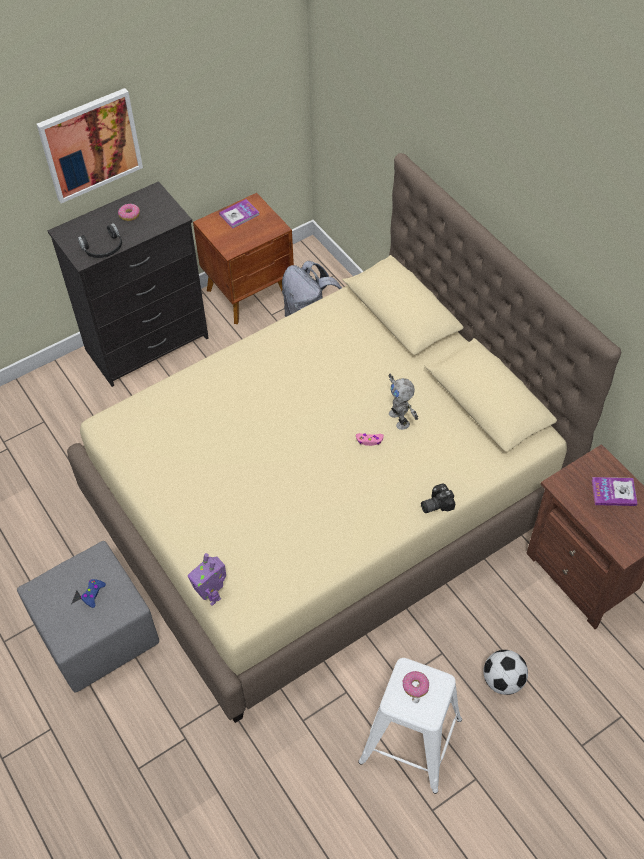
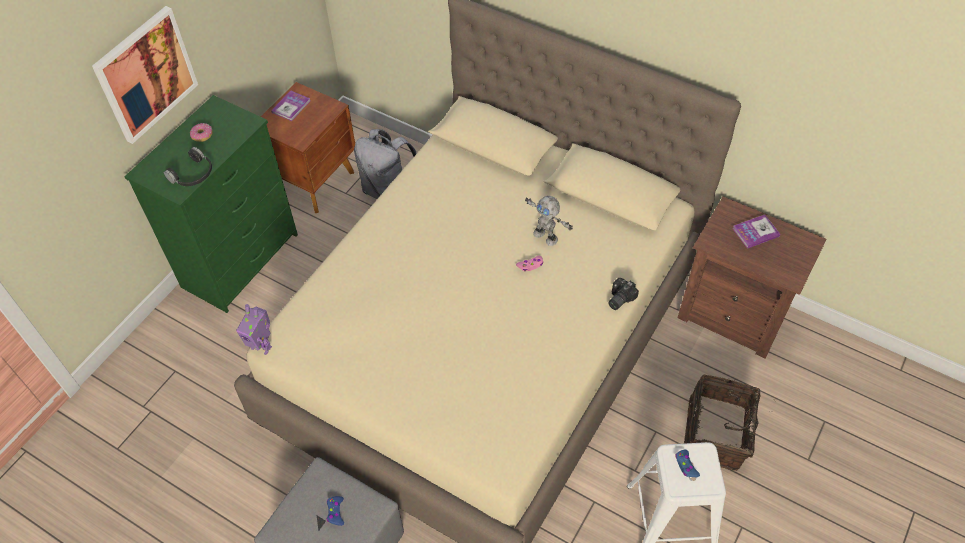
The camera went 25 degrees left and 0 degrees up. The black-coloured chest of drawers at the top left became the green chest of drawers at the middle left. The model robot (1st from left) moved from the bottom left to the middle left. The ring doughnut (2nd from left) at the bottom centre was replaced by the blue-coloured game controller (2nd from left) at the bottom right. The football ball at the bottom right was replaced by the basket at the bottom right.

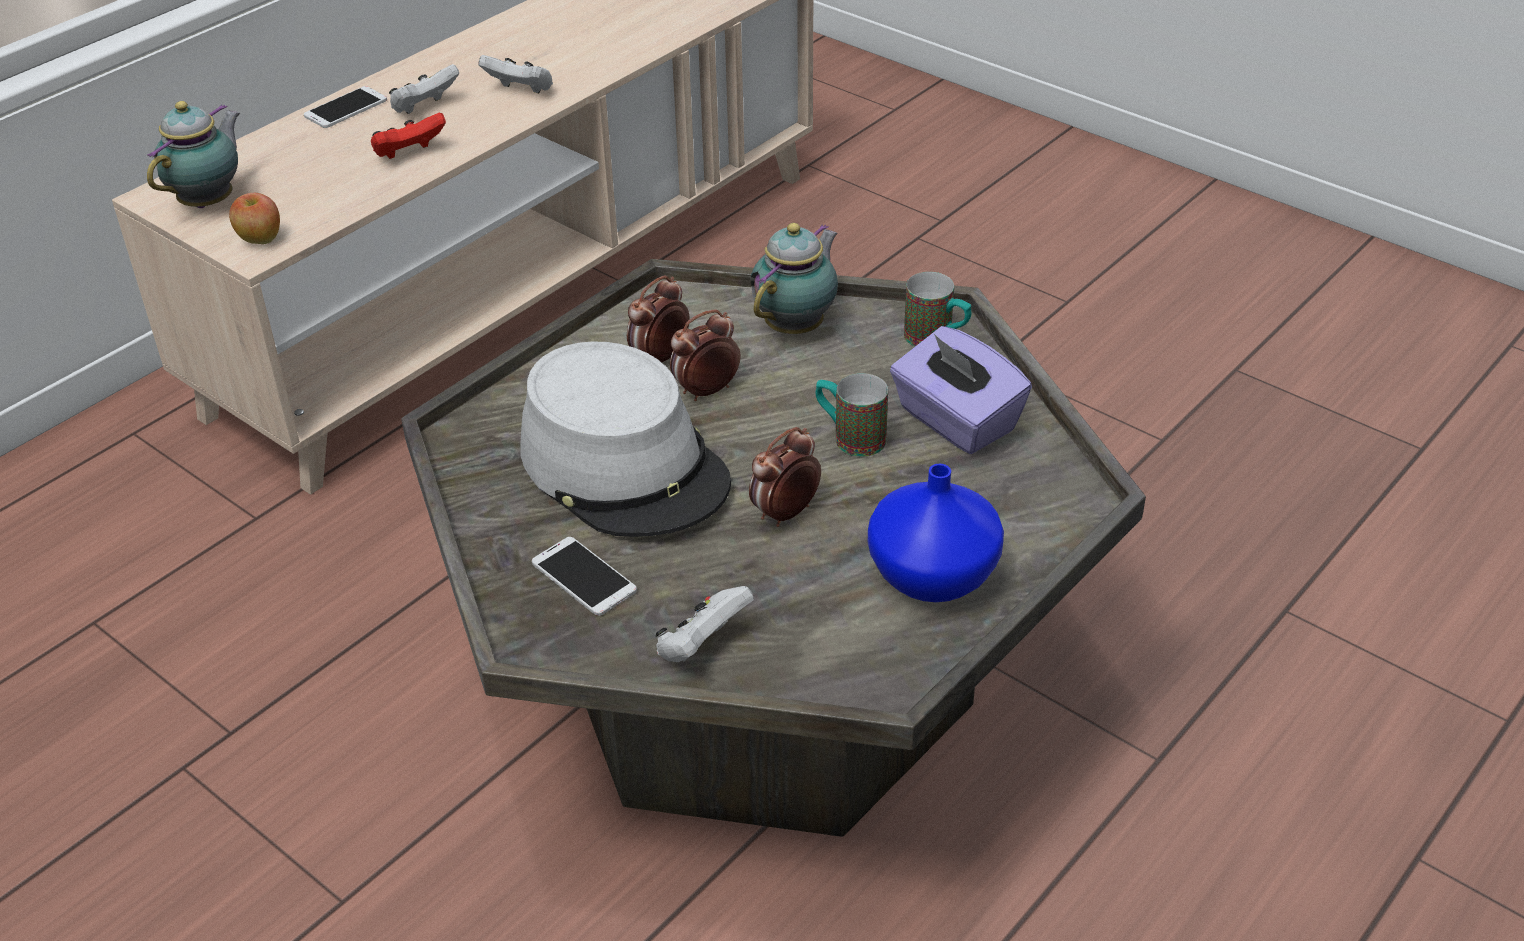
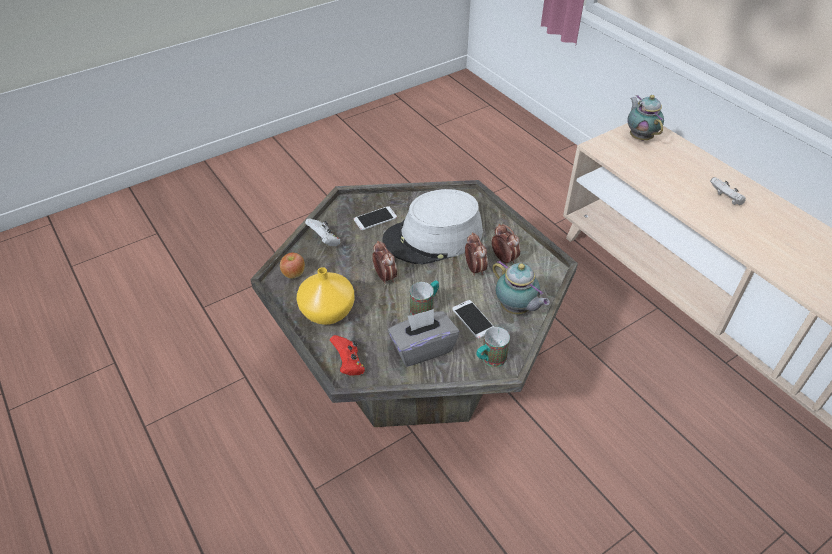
The camera went 105 degrees right and 5 degrees up. The apple fruit moved from the top left to the centre. The blue-coloured vase at the centre became the yellow vase at the centre. The red game controller moved from the top left to the centre. The purplish tissue holder at the centre became the greyish tissue holder at the centre. The telephone (1st from left in the first image) moved from the top left to the centre. The tea pot (1st from left in the first image) at the top left turned 150 degrees counterclockwise. The whitish game controller (2nd from left) at the top centre disappeared.

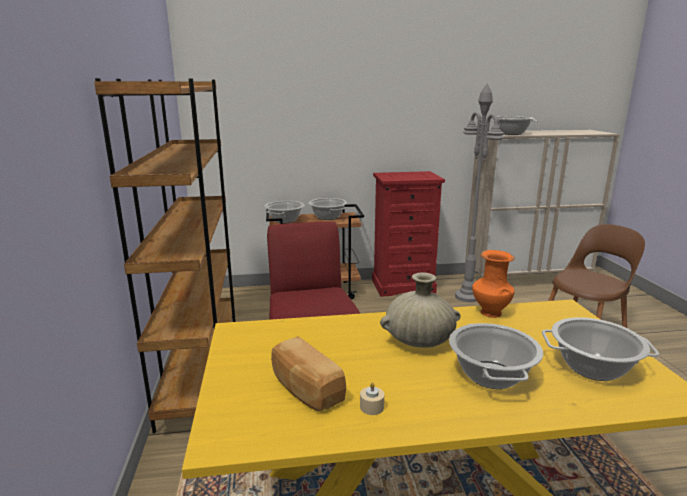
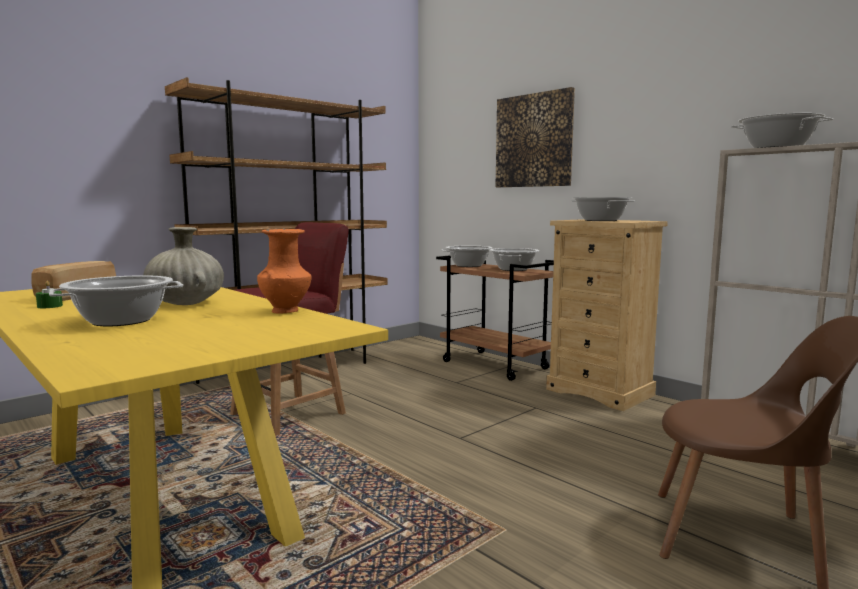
The camera went 55 degrees right and 10 degrees down. The beige-coloured candle at the bottom centre became the green candle at the middle left. The wall picture at the top centre appeared. The red chest of drawers at the centre became the beige-coloured chest of drawers at the middle right. The stockpot (5th from left in the first image) moved from the bottom right to the middle right. The greyish standing lamp at the middle right disappeared.

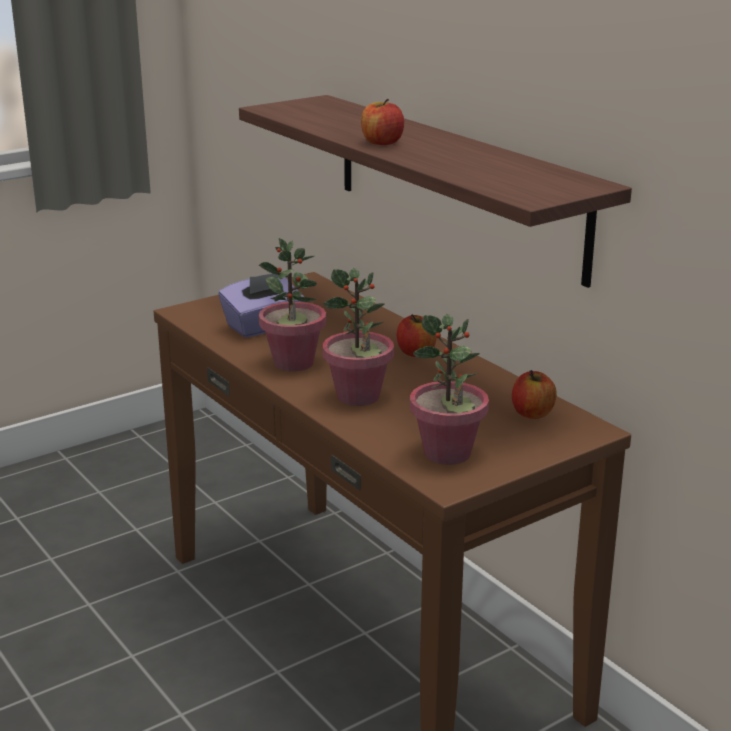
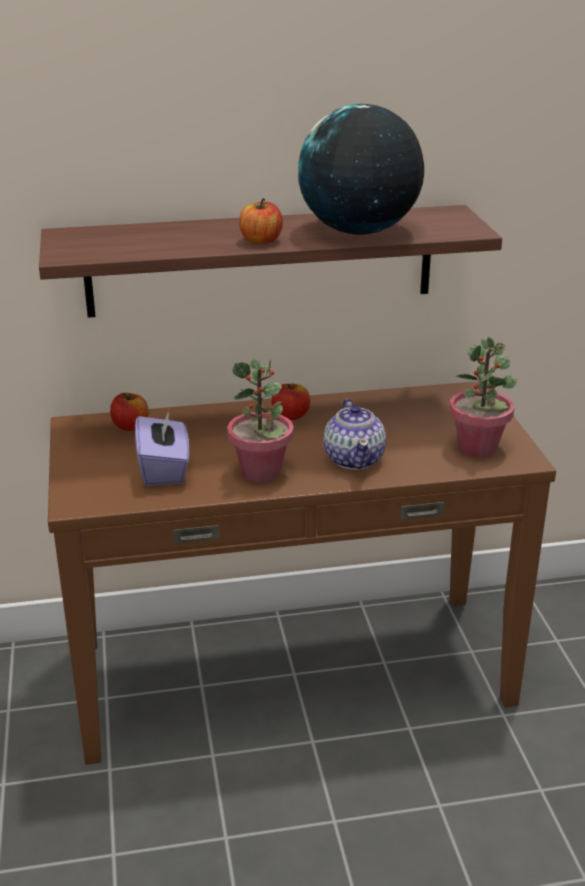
The camera went 65 degrees left and 5 degrees up. The apple fruit (3rd from left in the first image) moved from the middle right to the middle left. The desk globe at the top centre appeared. The plant in a pot (2nd from left) at the centre was replaced by the tea pot at the centre.

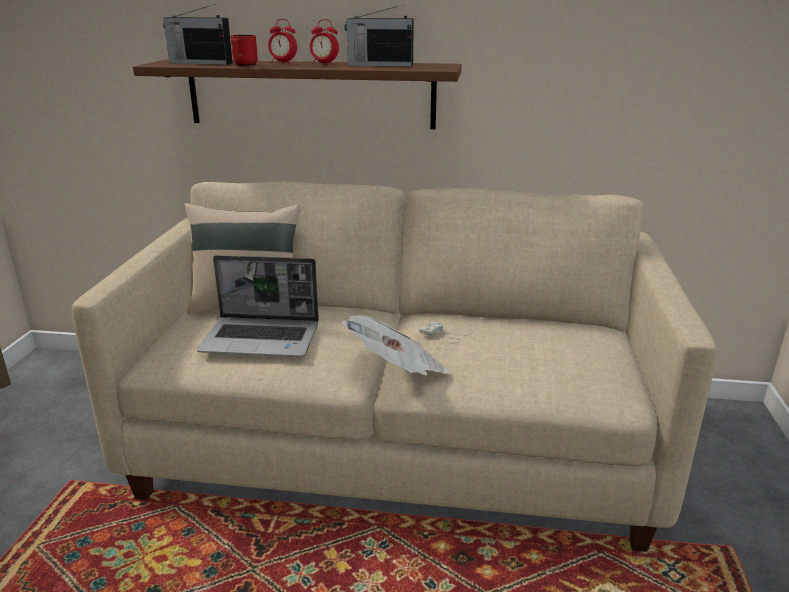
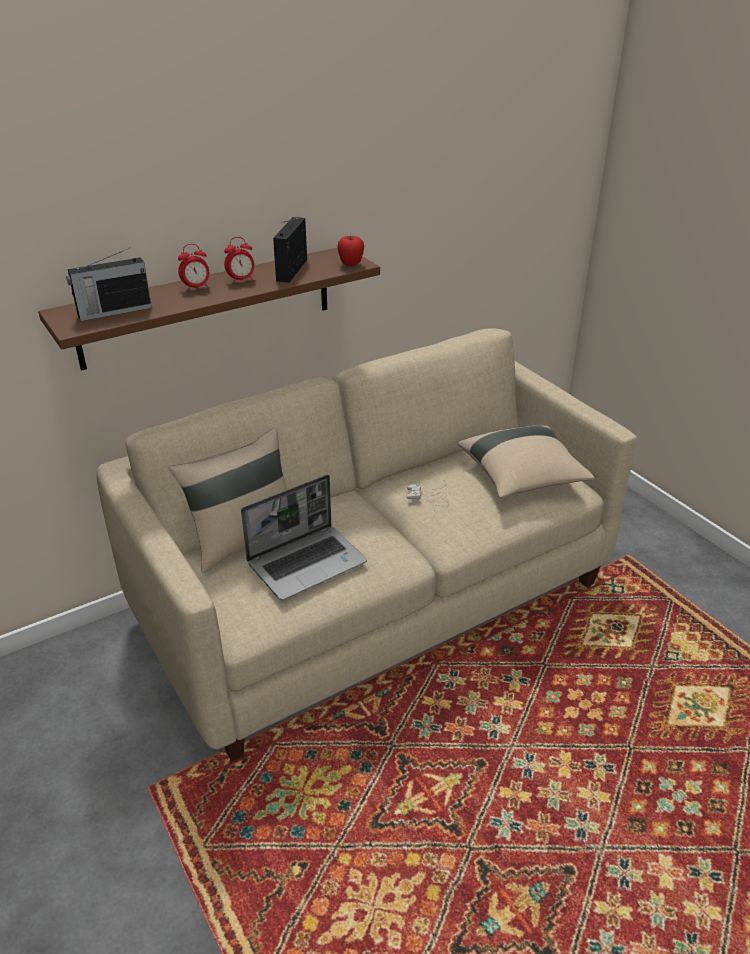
The camera went 40 degrees left and 10 degrees up. The radio receiver (2nd from left) at the top centre turned 135 degrees clockwise. The apple fruit at the top centre appeared. The beige-coloured pillow (2nd from left) at the middle right appeared. The red coffee mug at the top left disappeared. The newspaper at the centre disappeared.

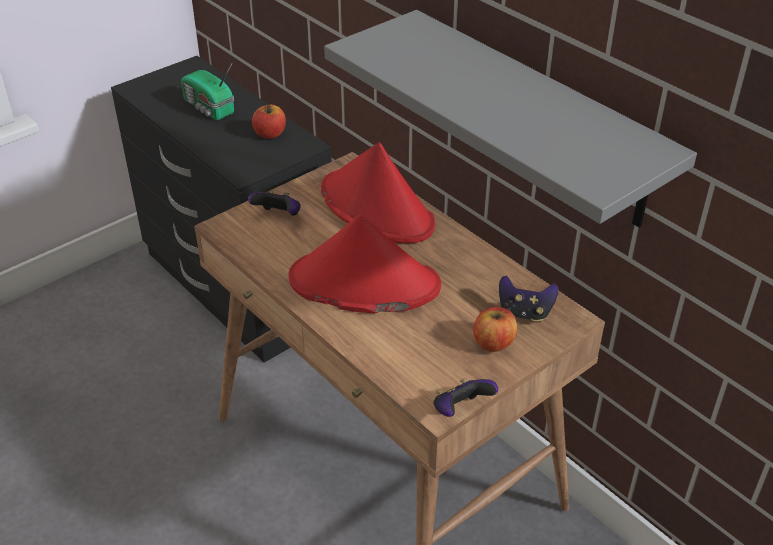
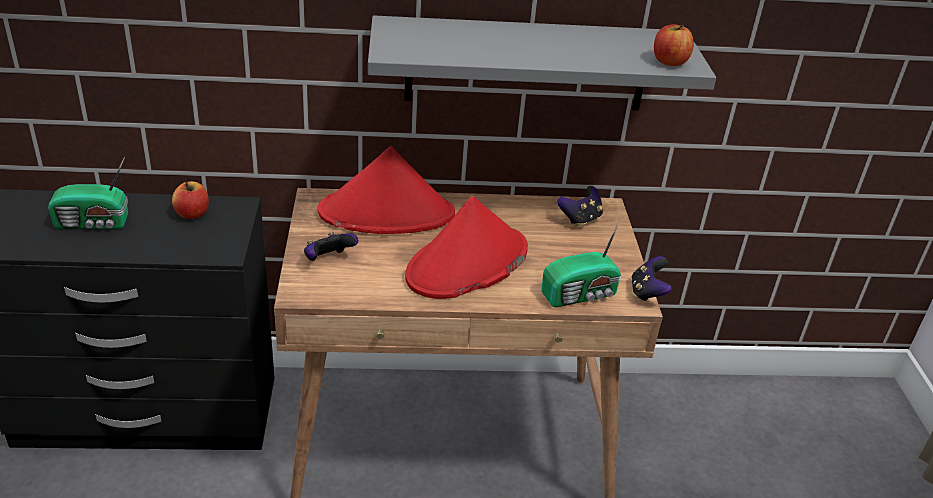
The camera went 55 degrees left and 5 degrees down. The radio receiver (2nd from left) at the centre appeared. The apple fruit (2nd from left) moved from the centre to the top right.

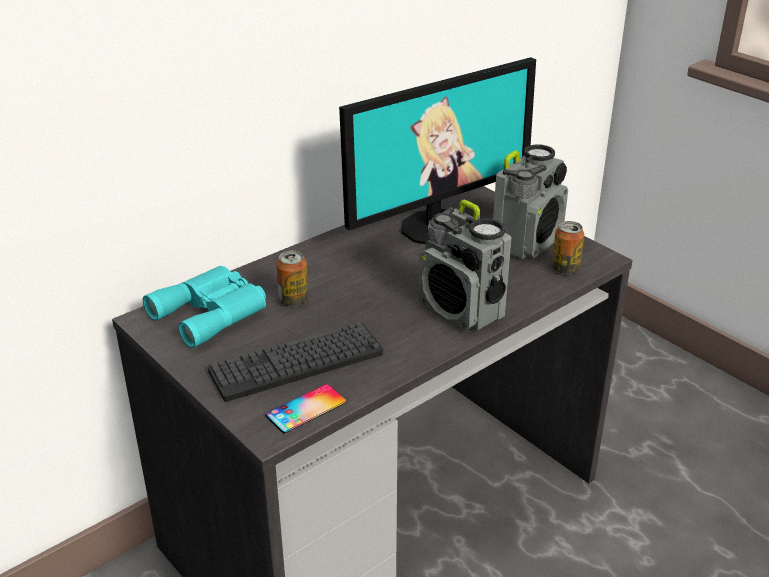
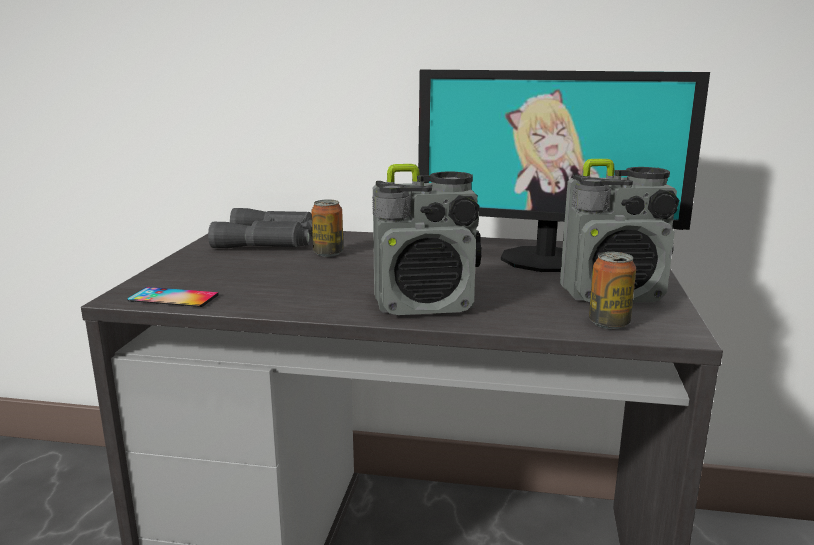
The camera went 50 degrees right and 15 degrees down. The turquoise-coloured binoculars at the middle left became the greyish binoculars at the middle left. The radio receiver (1st from left) at the centre turned 105 degrees counterclockwise. The PC keyboard at the centre disappeared.

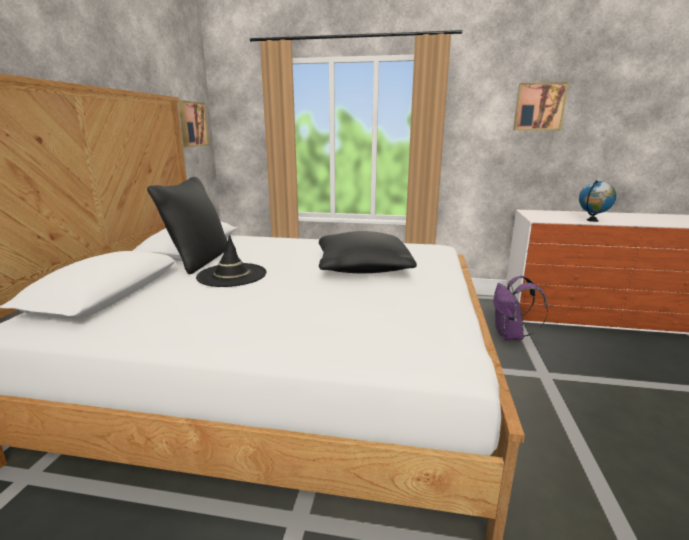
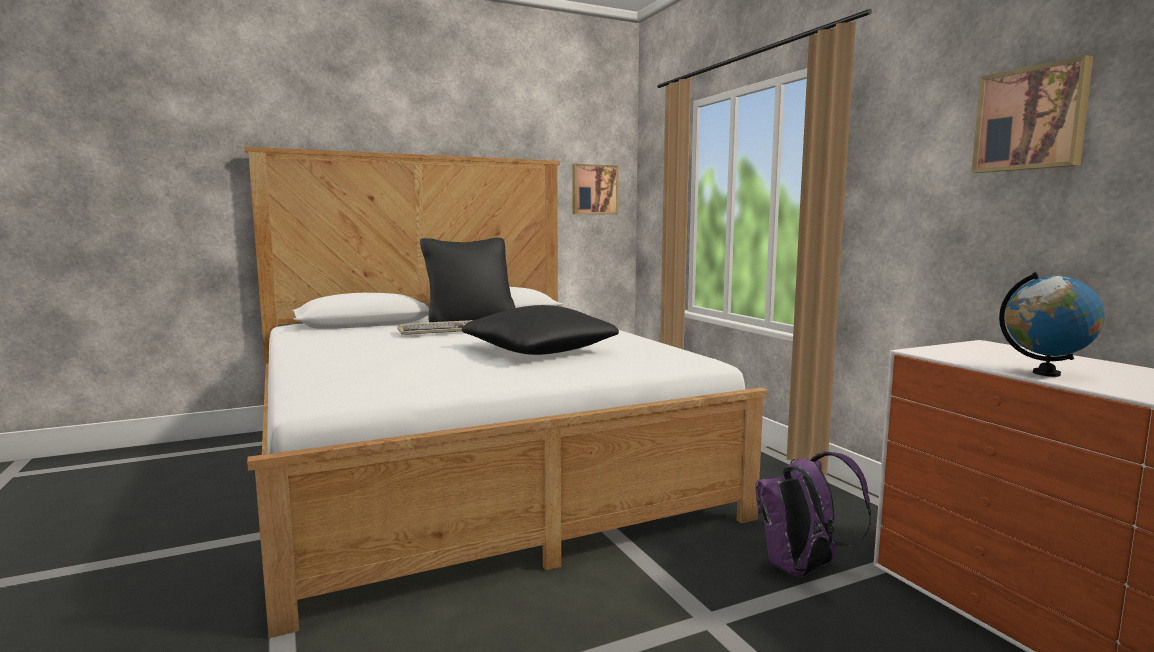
The camera went 55 degrees right and 10 degrees down. The black-coloured clothing hat at the centre was replaced by the PC keyboard at the centre.

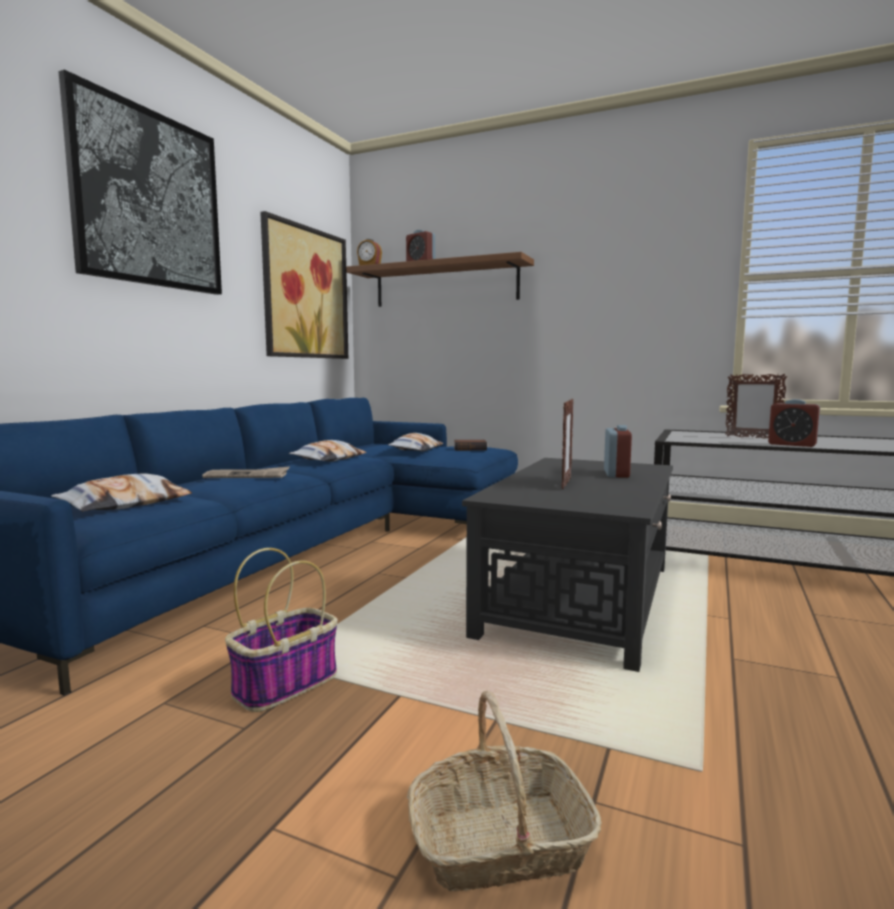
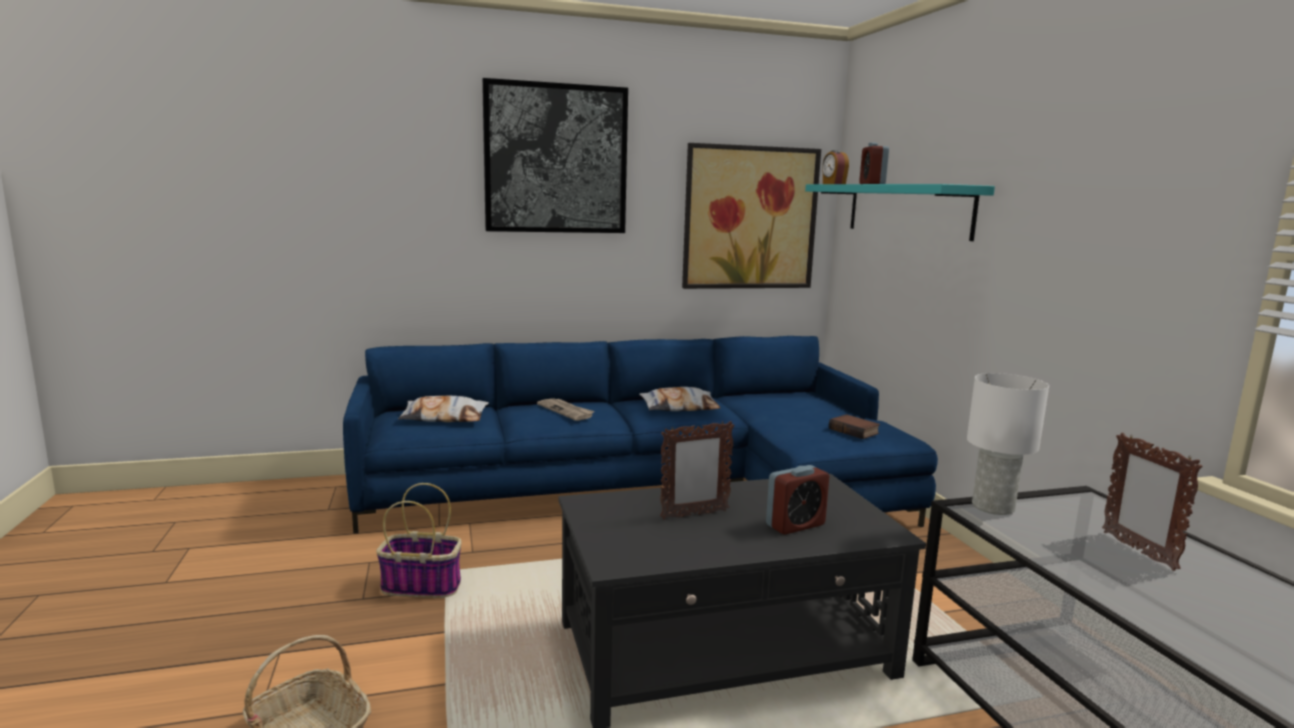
The camera went 50 degrees right and 5 degrees up. The brown-coloured shelf at the top centre became the turquoise-coloured shelf at the top right. The whitish tabletop lamp at the middle right appeared. The pillow (3rd from left) at the centre disappeared. The alarm clock (4th from left) at the middle right disappeared.

